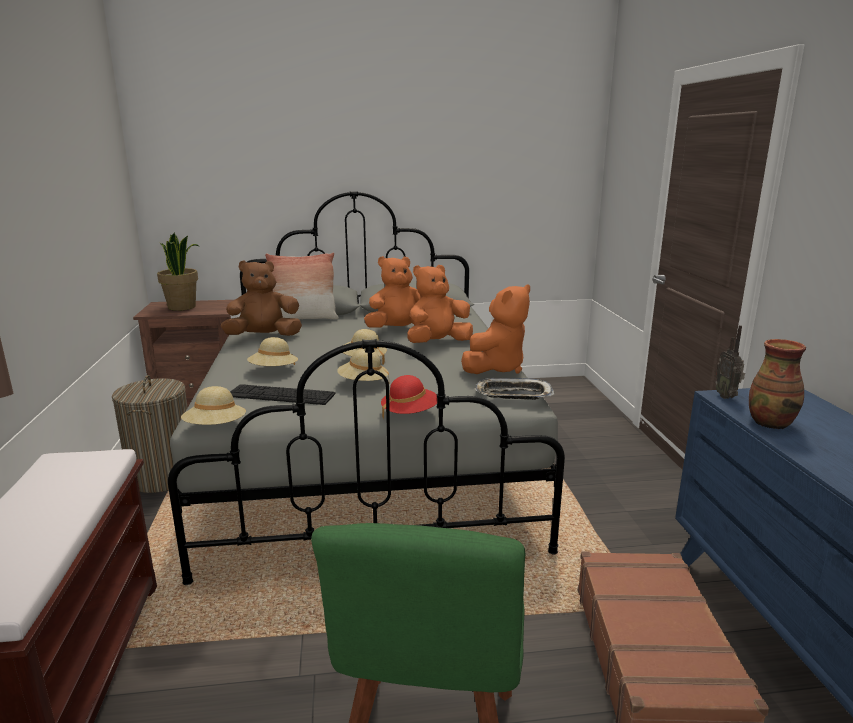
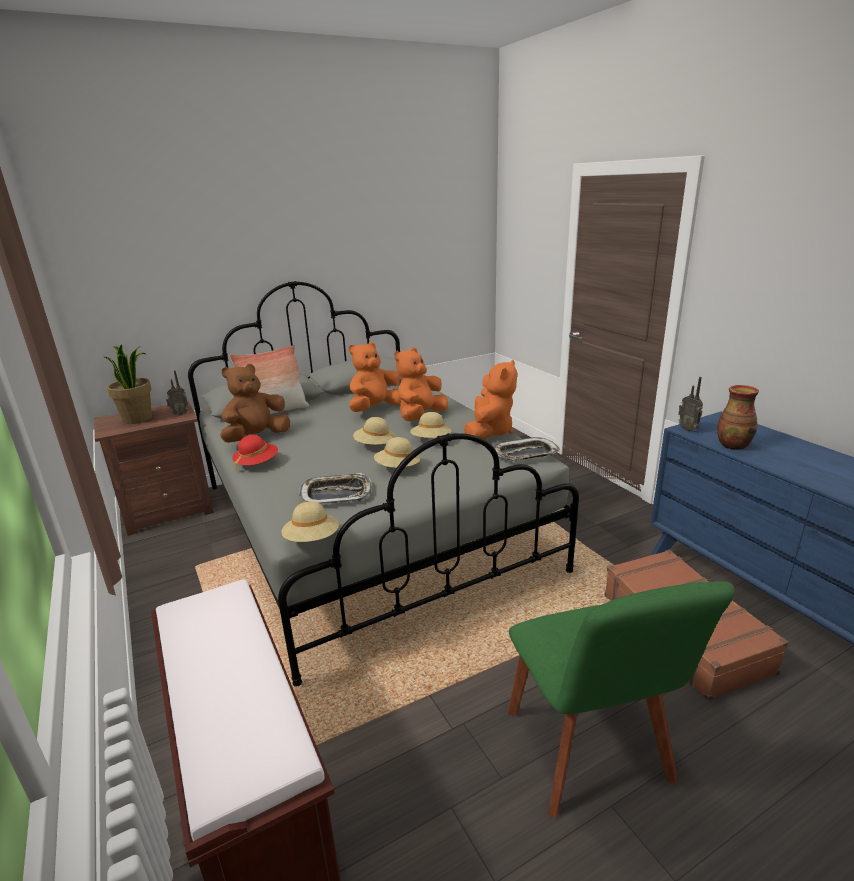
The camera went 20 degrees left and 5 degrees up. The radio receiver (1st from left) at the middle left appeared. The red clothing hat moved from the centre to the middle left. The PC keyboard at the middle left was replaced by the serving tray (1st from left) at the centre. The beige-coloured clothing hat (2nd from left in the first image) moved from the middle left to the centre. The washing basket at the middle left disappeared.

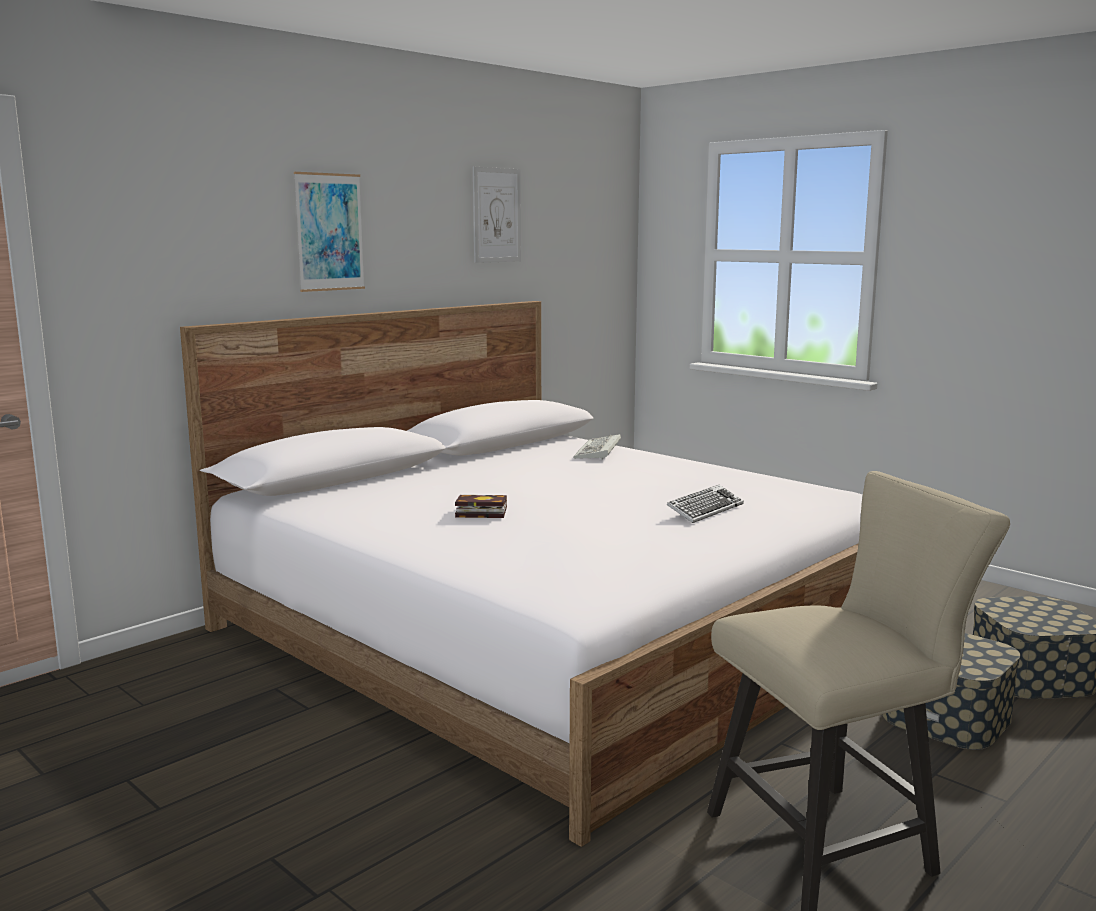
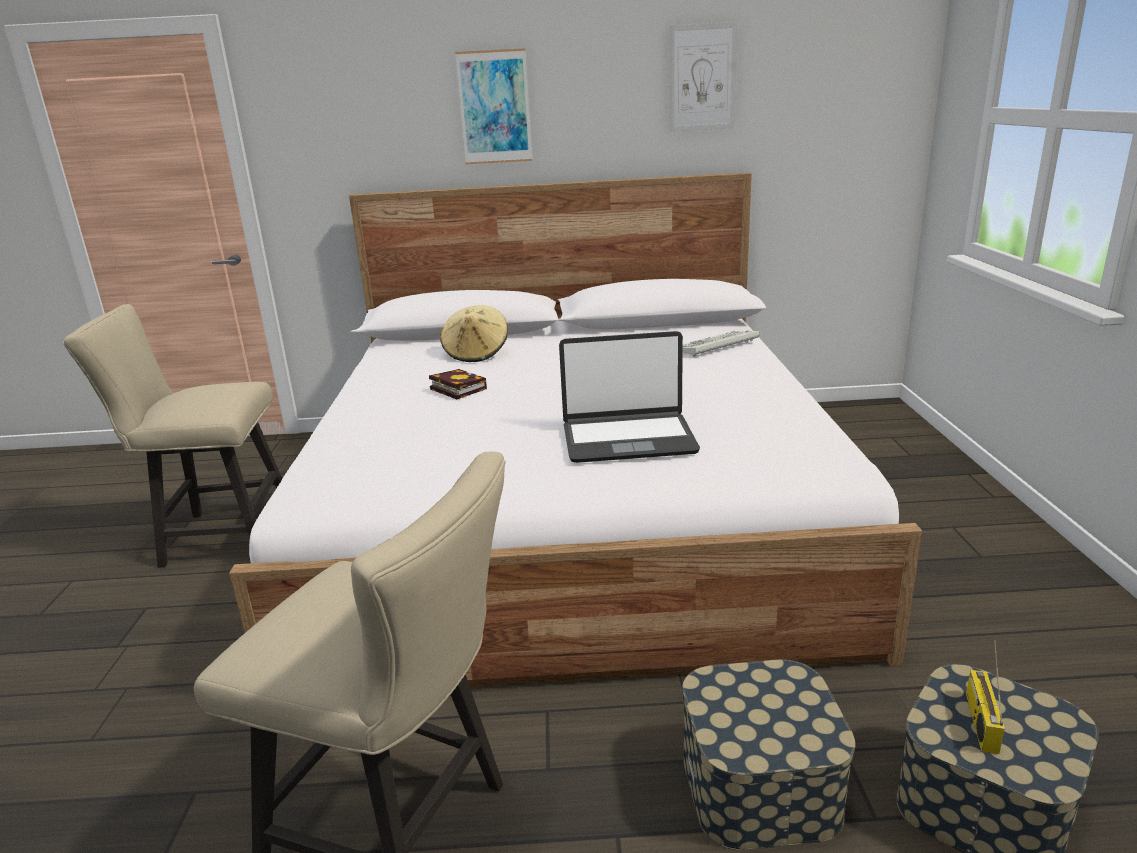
The camera went 45 degrees right and 10 degrees up. The beige-coloured plain chair (1st from left) at the middle left appeared. The beige-coloured clothing hat at the centre appeared. The PC keyboard (2nd from left) at the centre was replaced by the portable computer at the centre. The radio receiver at the bottom right appeared.

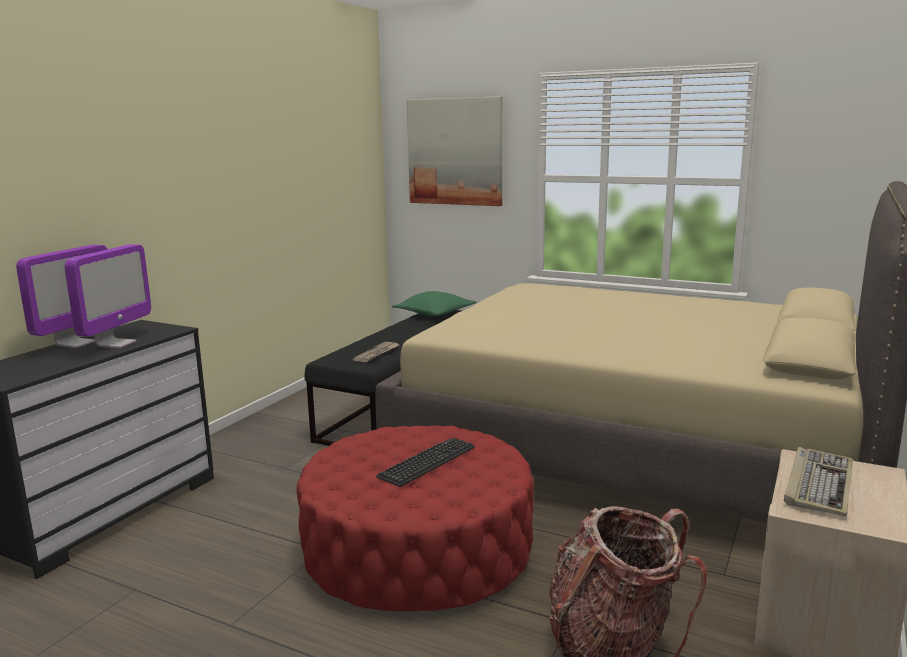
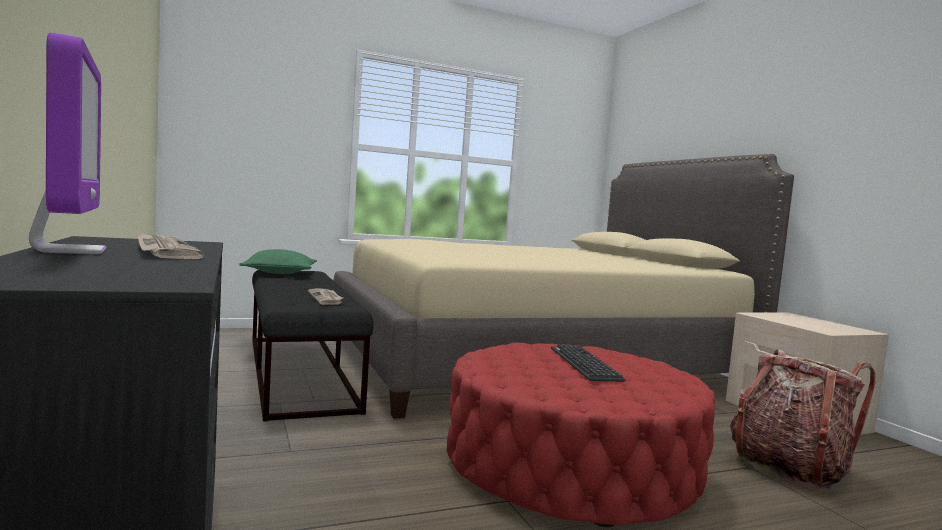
The camera went 50 degrees left and 10 degrees down. The computer display (2nd from left) at the middle left was replaced by the newspaper (1st from left) at the middle left. The wall picture at the top centre disappeared. The PC keyboard (2nd from left) at the bottom right disappeared.

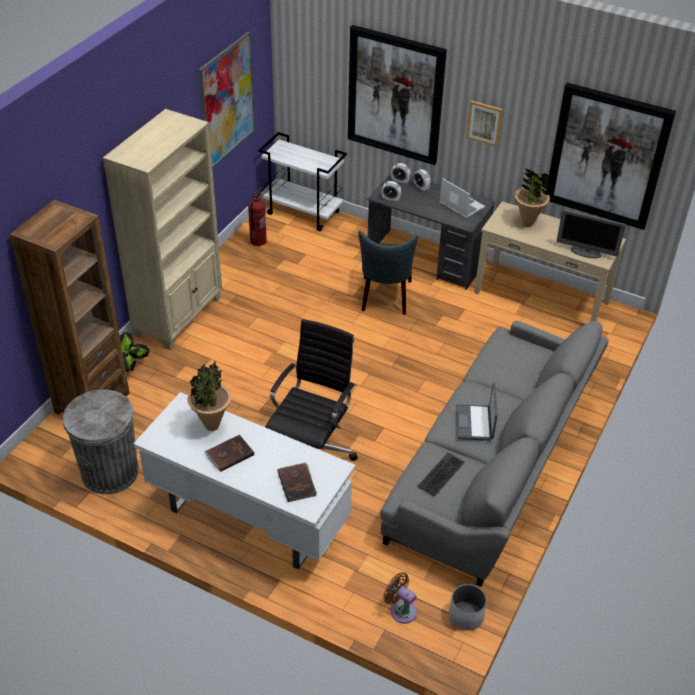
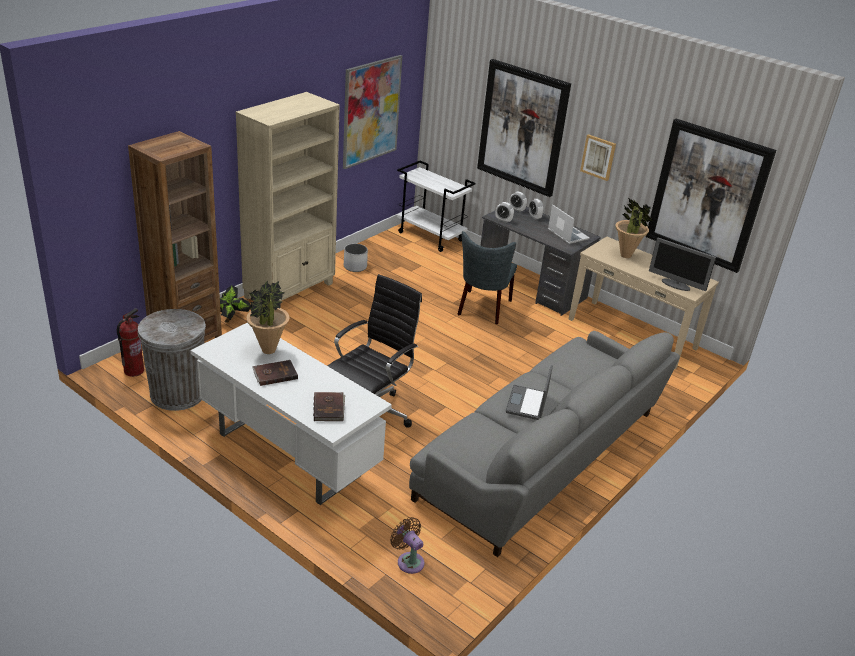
The camera went 10 degrees right and 10 degrees down. The fire extinguisher moved from the top centre to the middle left. The whitish flower pot moved from the bottom right to the centre. The PC keyboard at the bottom centre disappeared.

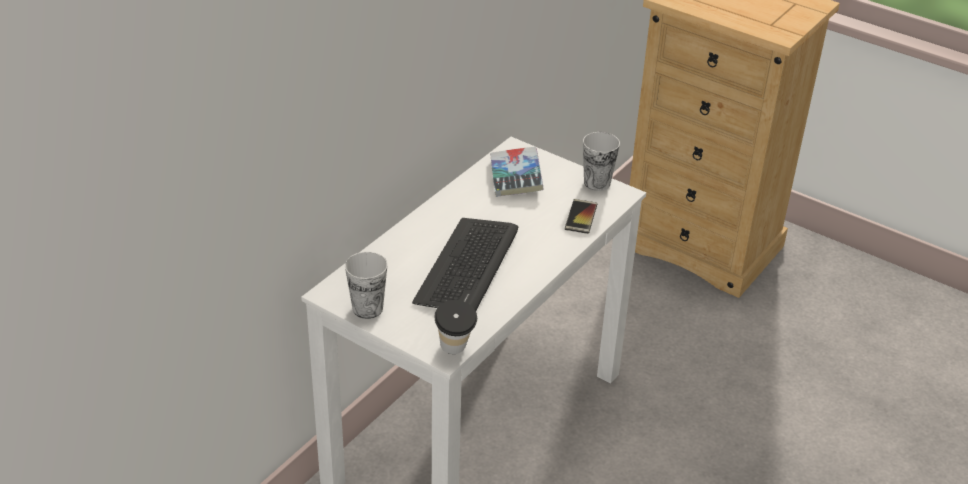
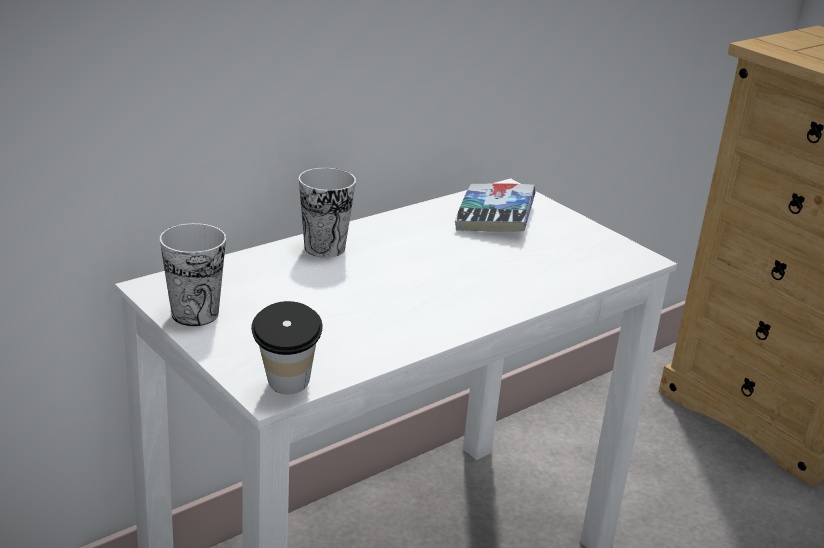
The camera went 15 degrees right and 10 degrees down. The cup (3rd from left) moved from the top centre to the centre. The PC keyboard at the centre disappeared. The telephone at the centre disappeared.

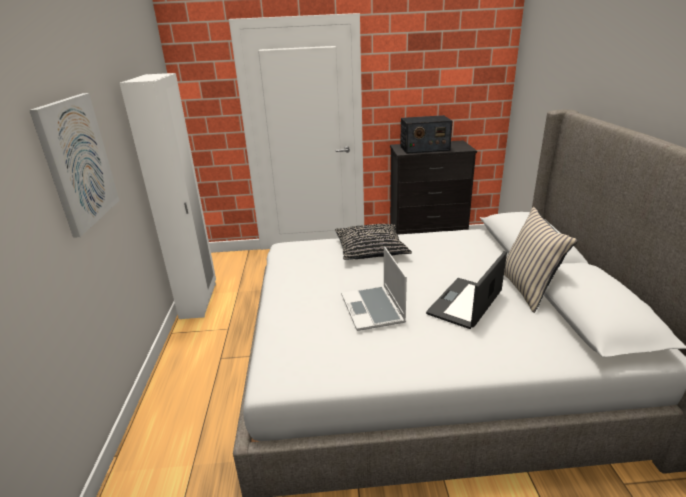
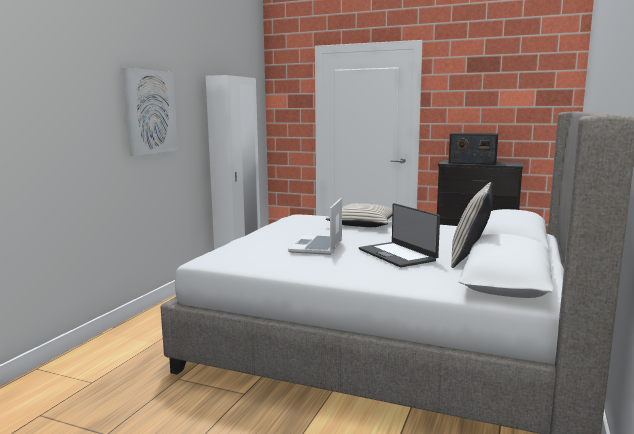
The camera went 25 degrees right and 15 degrees down. The black-coloured pillow at the centre became the beige-coloured pillow (1st from left) at the centre. The portable computer (2nd from left) at the middle right turned 90 degrees counterclockwise.

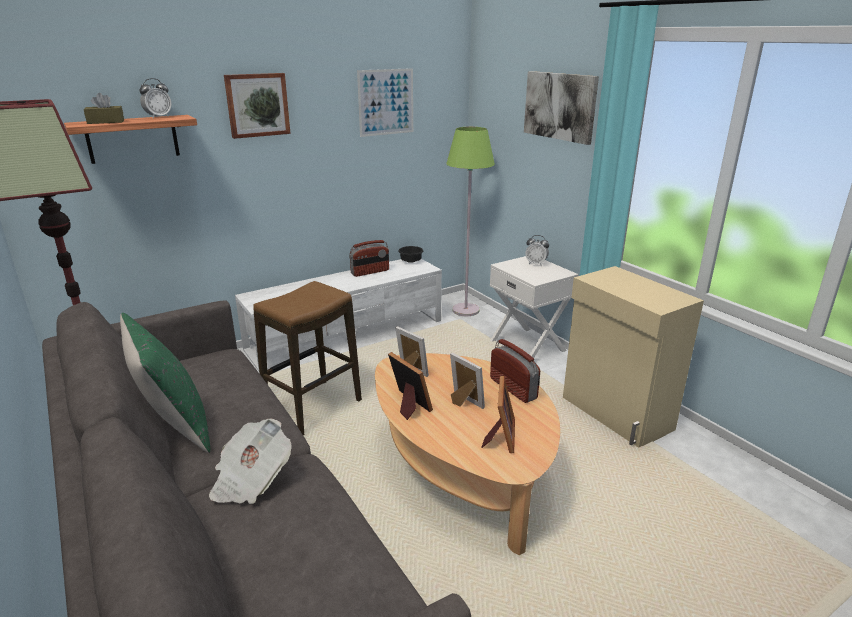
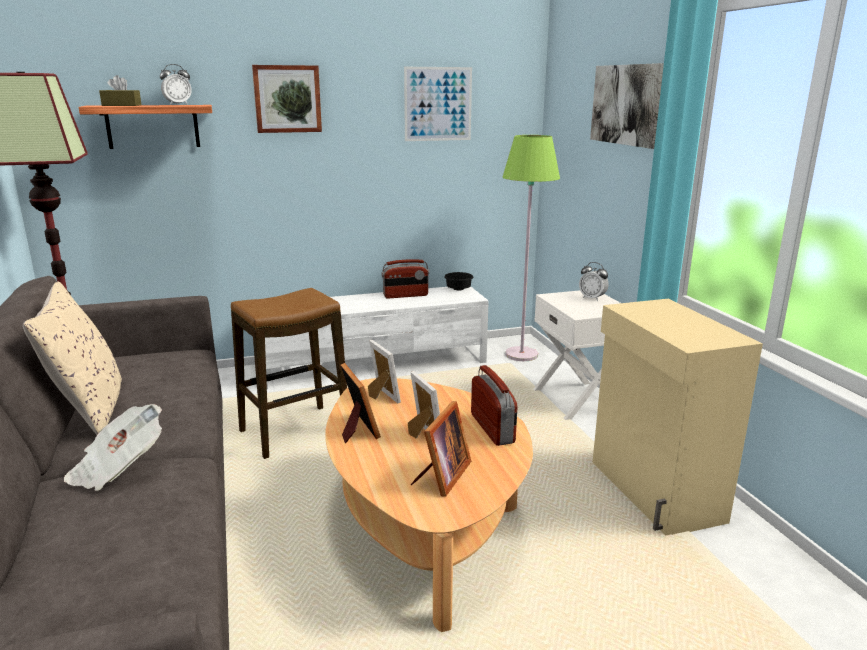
The camera went 15 degrees right and 5 degrees down. The green pillow at the middle left became the beige-coloured pillow at the middle left.

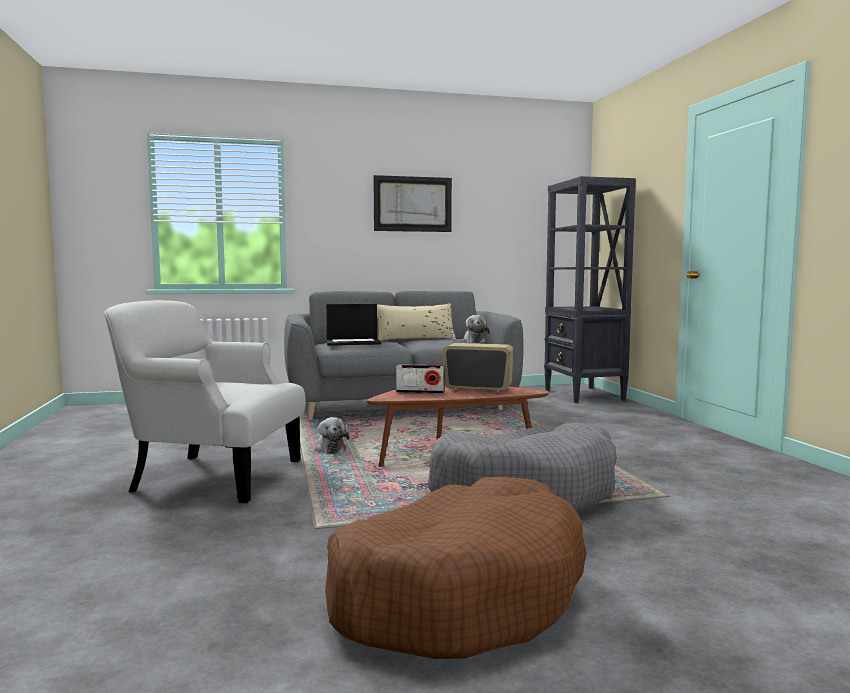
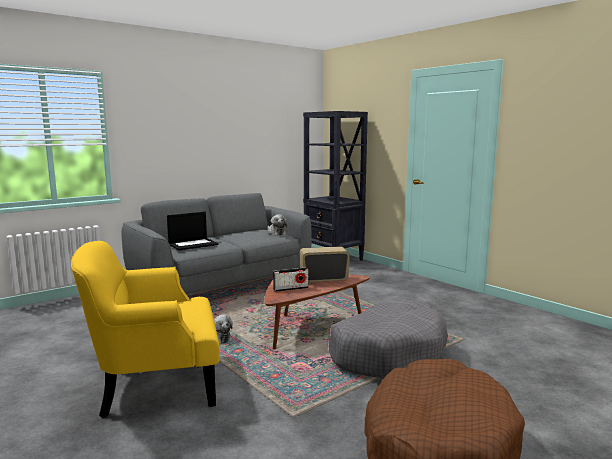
The camera went 25 degrees left and 5 degrees up. The whitish lounge chair at the middle left became the yellow lounge chair at the bottom left. The wall picture at the top centre disappeared. The beige-coloured pillow at the centre disappeared.

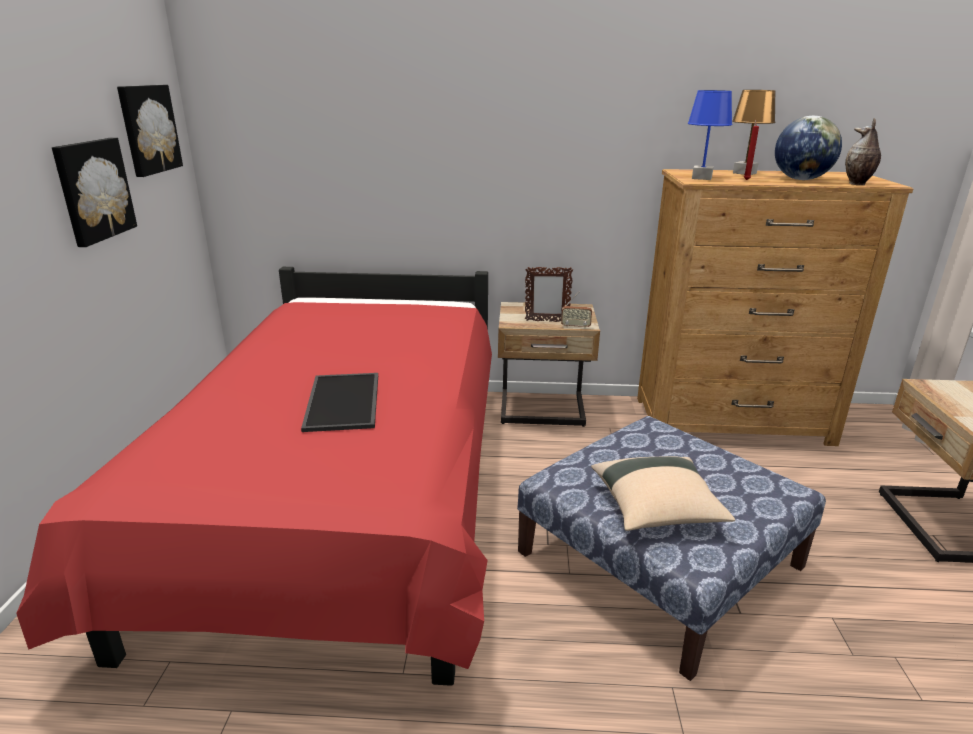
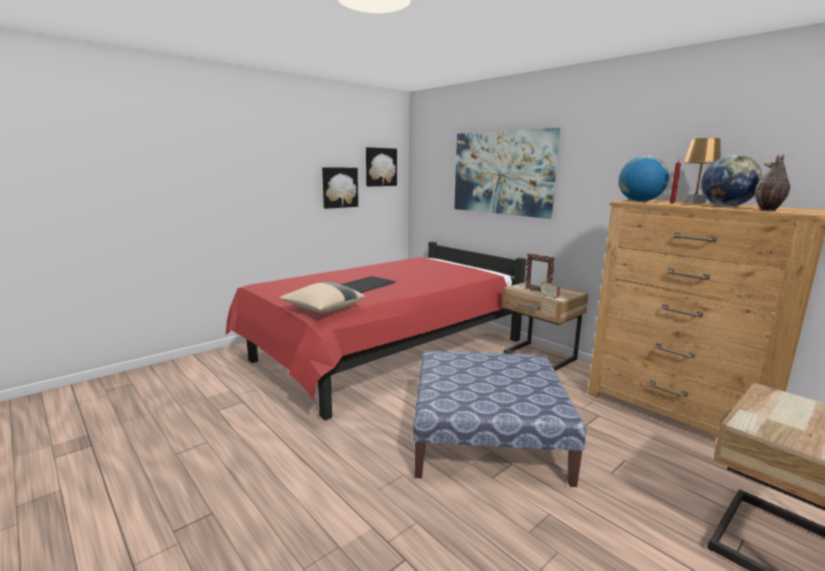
The camera went 45 degrees right and 10 degrees down. The beige-coloured pillow moved from the bottom right to the centre. The wall picture (3rd from left) at the top centre appeared. The blue-coloured tabletop lamp at the top right was replaced by the desk globe (1st from left) at the top right.

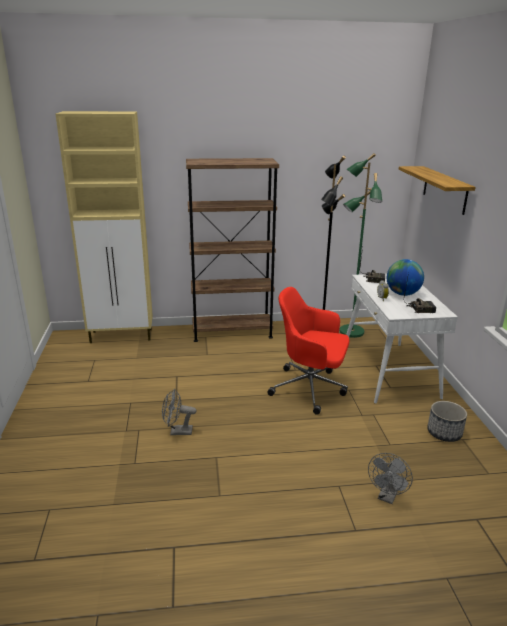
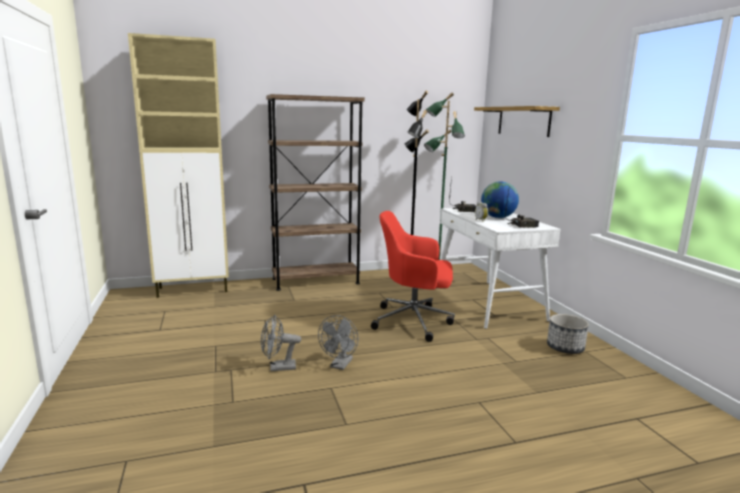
The camera went 10 degrees left and 10 degrees down. The greyish cooling fan (2nd from left) moved from the bottom right to the bottom centre.

